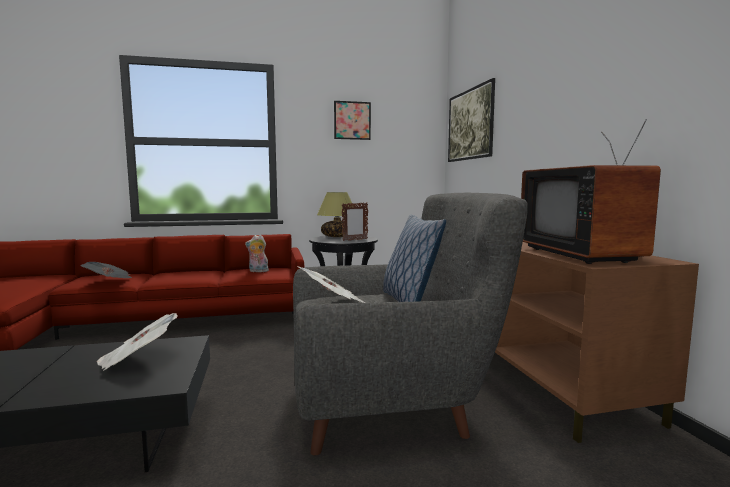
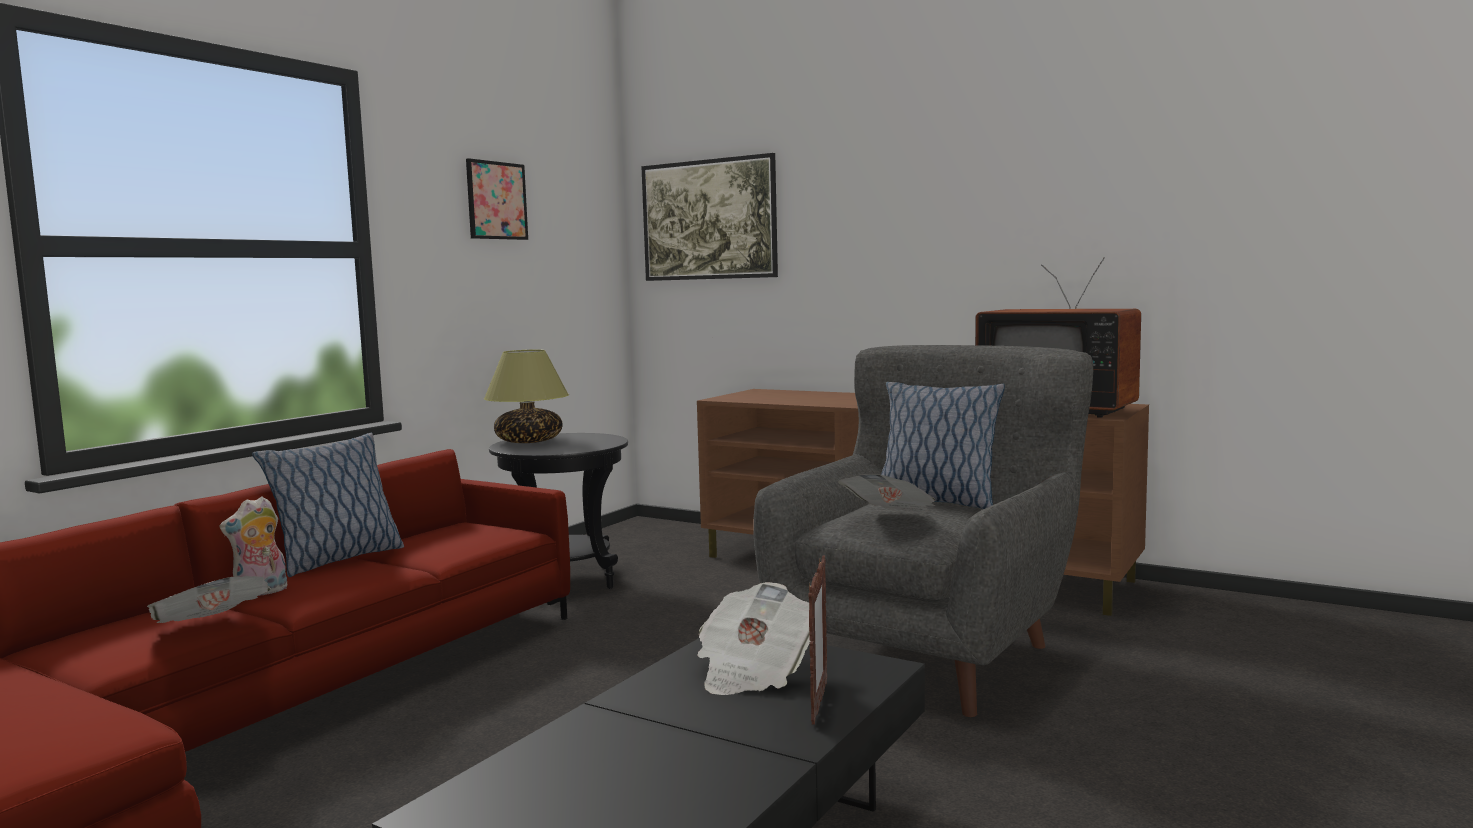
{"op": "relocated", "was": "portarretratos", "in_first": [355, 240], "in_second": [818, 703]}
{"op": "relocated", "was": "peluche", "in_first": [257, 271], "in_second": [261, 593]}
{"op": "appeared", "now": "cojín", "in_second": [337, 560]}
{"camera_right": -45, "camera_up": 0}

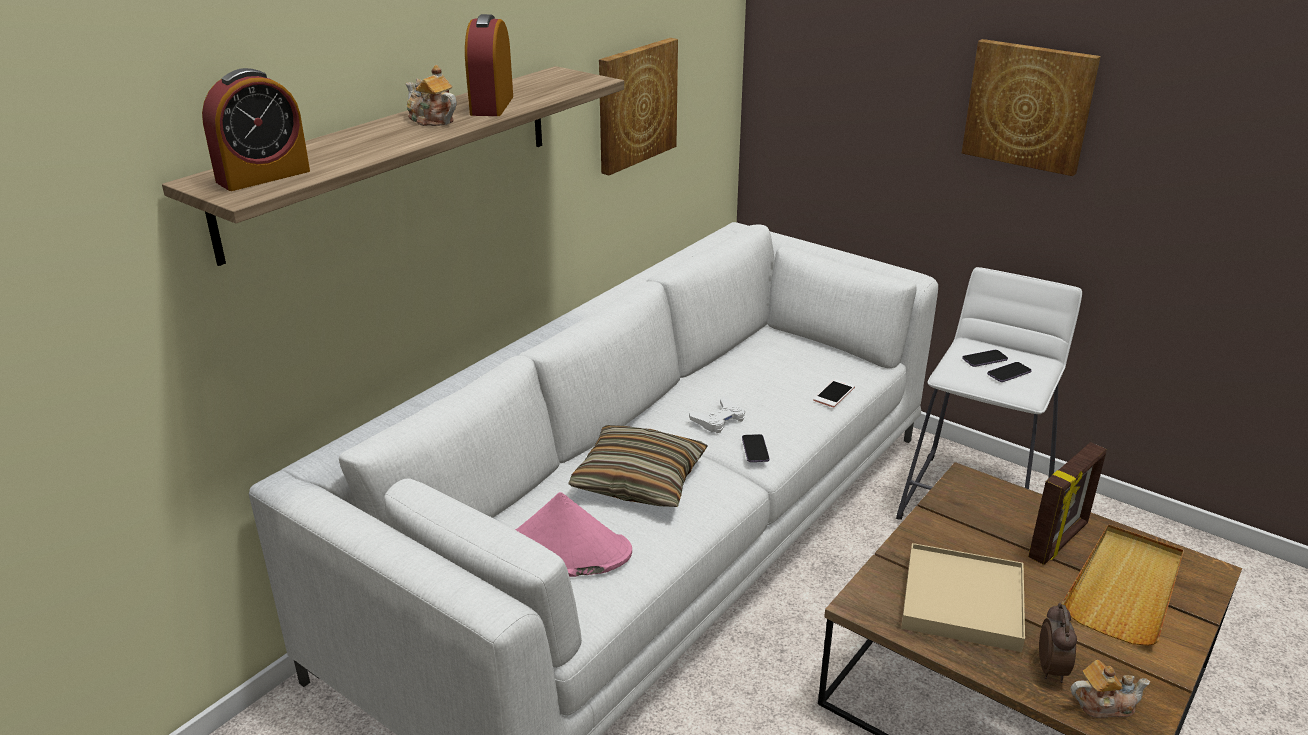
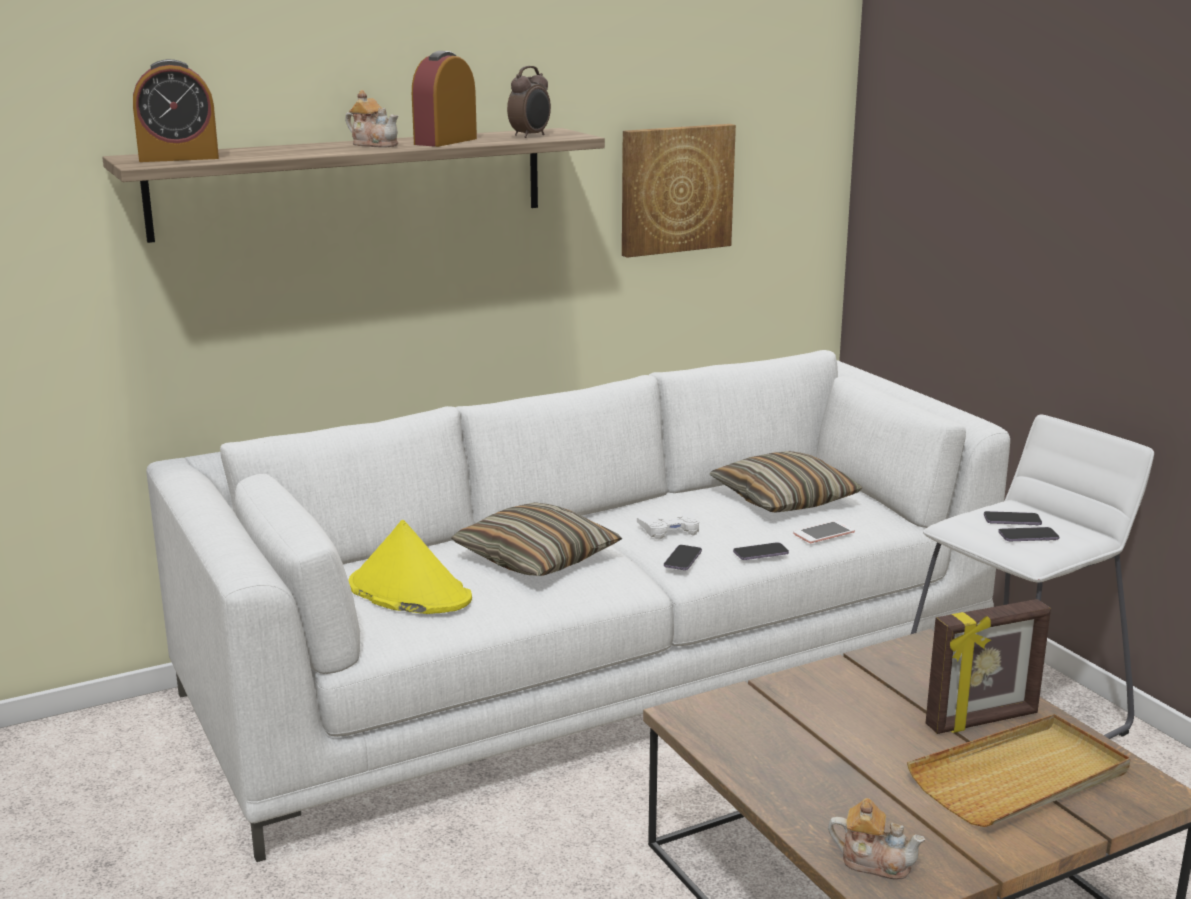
{"op": "missing", "was": "cuadro", "in_first": [1029, 106]}
{"op": "spun", "was": "tetera", "in_first": [431, 120], "in_second": [374, 144], "clockwise": 150}
{"op": "colour", "was": "sombrero/rosa", "now": "sombrero/amarillo", "in_first": [565, 551], "in_second": [408, 592]}
{"op": "missing", "was": "bandeja/beis", "in_first": [962, 601]}
{"op": "relocated", "was": "despertador", "in_first": [1052, 669], "in_second": [530, 136]}
{"op": "appeared", "now": "cojín", "in_second": [784, 499]}
{"op": "appeared", "now": "móvil", "in_second": [760, 553]}
{"camera_right": 25, "camera_up": -10}

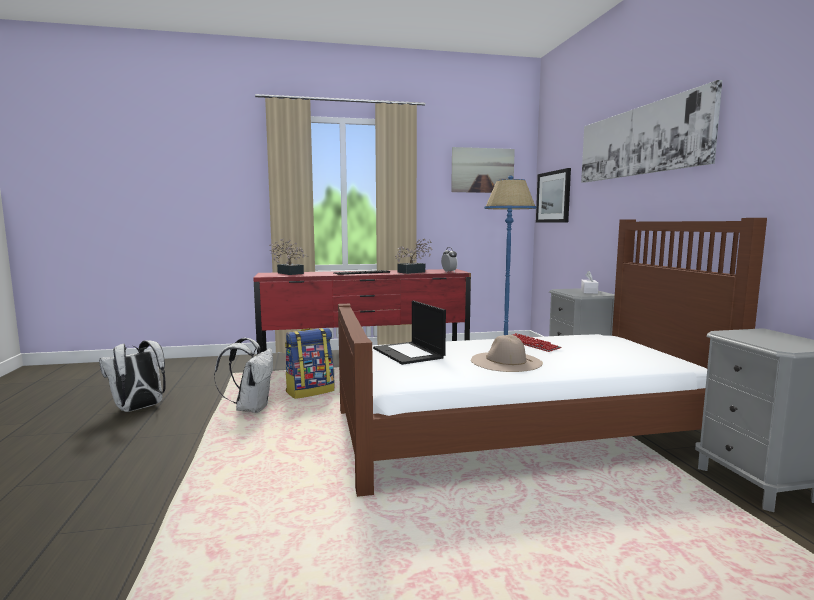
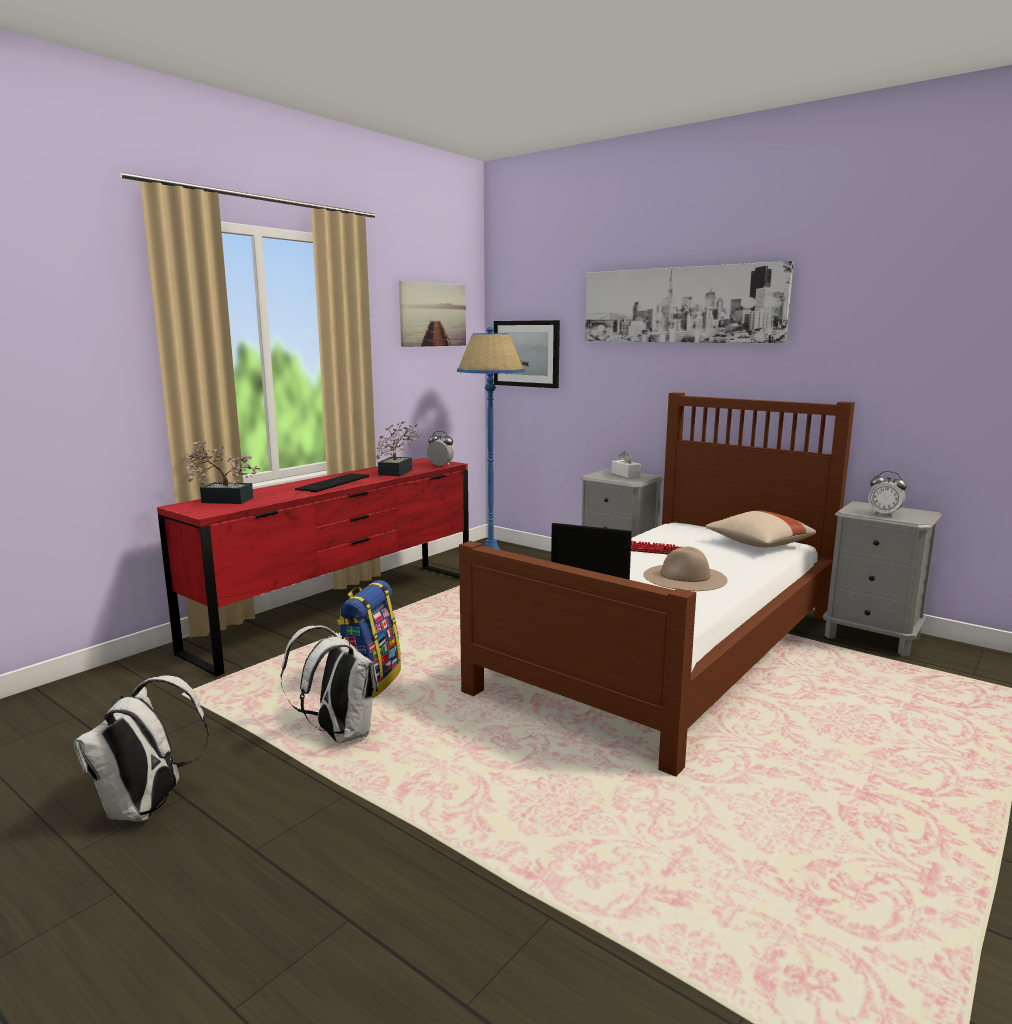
{"op": "appeared", "now": "despertador", "in_second": [884, 514]}
{"op": "appeared", "now": "cojín/beis", "in_second": [758, 544]}
{"camera_right": -40, "camera_up": 5}

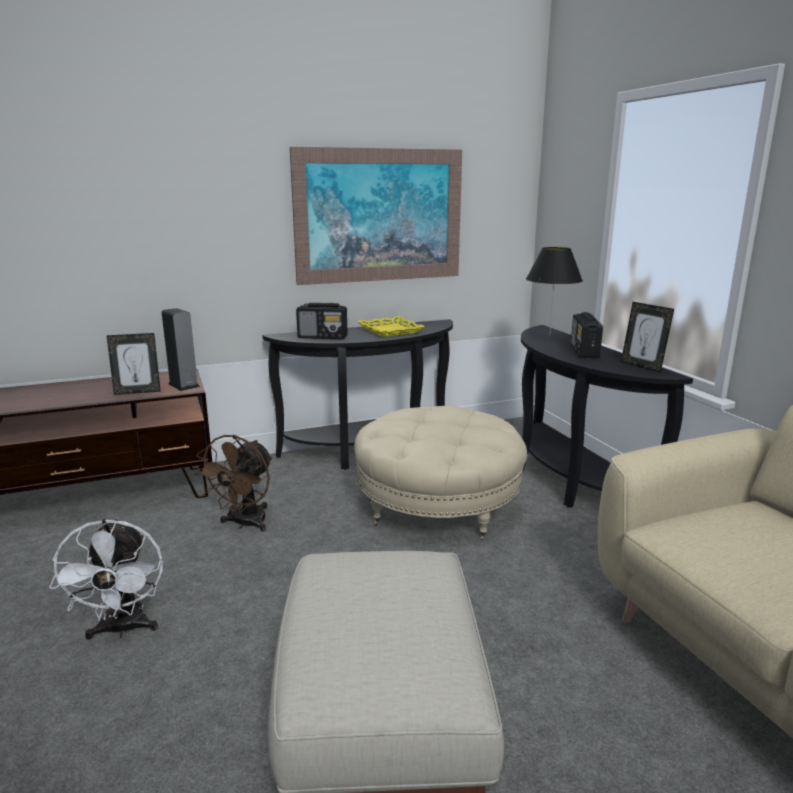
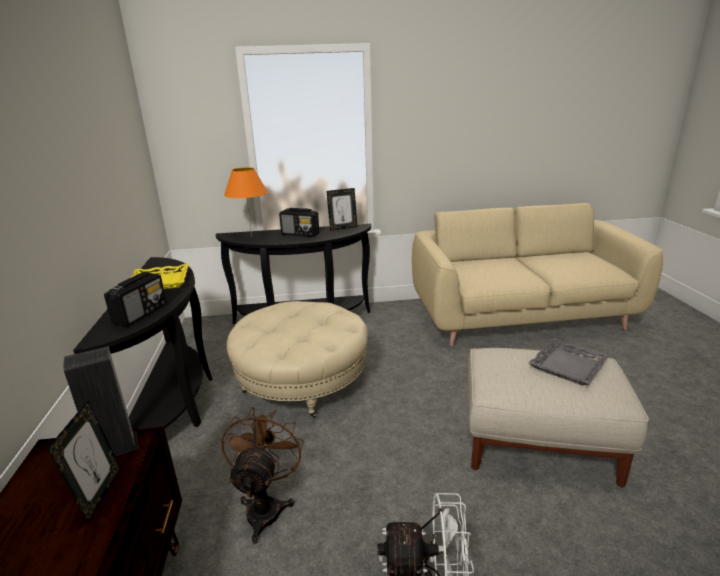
{"op": "missing", "was": "cuadro", "in_first": [380, 216]}
{"op": "colour", "was": "lámpara de mesa/negro", "now": "lámpara de mesa/naranja", "in_first": [549, 336], "in_second": [251, 236]}
{"op": "spun", "was": "ventilador/marrón", "in_first": [245, 524], "in_second": [266, 506], "clockwise": -120}
{"op": "appeared", "now": "bandeja/gris", "in_second": [567, 366]}
{"camera_right": -75, "camera_up": 5}

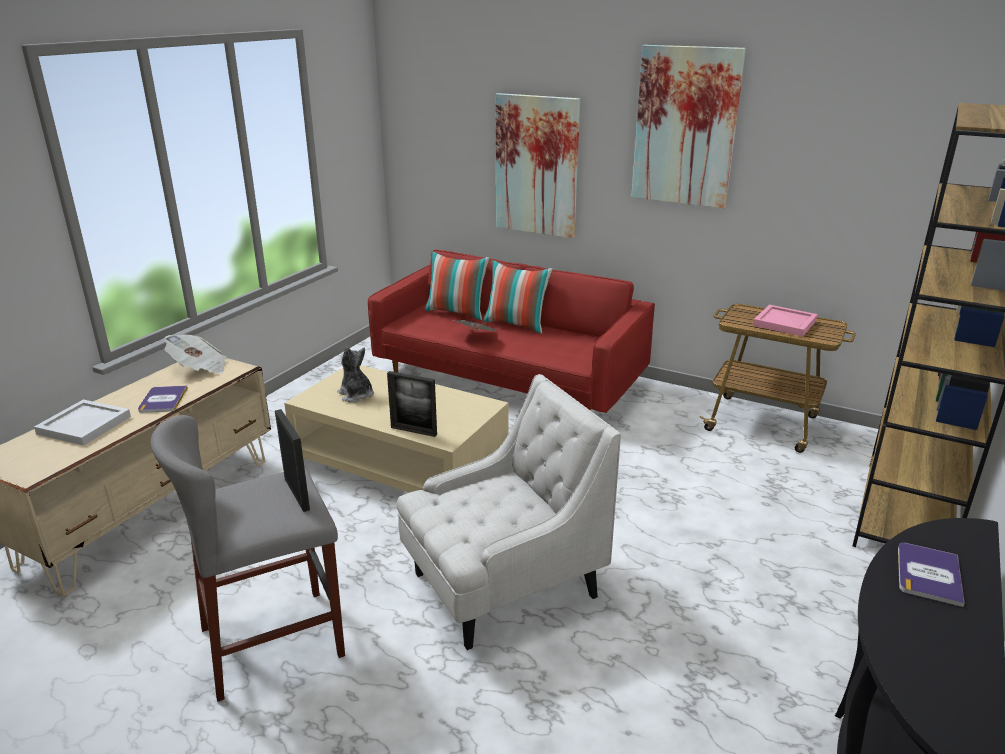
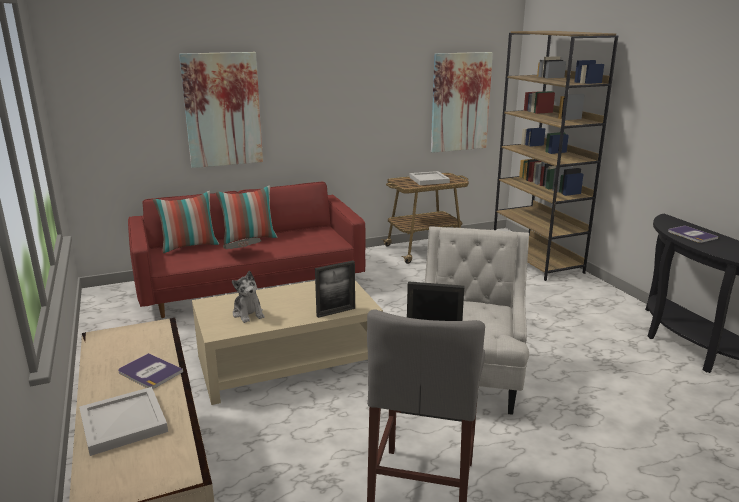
{"op": "relocated", "was": "cuadro", "in_first": [685, 127], "in_second": [460, 102]}
{"op": "colour", "was": "bandeja/rosa", "now": "bandeja/blanco", "in_first": [785, 323], "in_second": [429, 180]}
{"op": "missing", "was": "periódico", "in_first": [200, 368]}
{"op": "spun", "was": "peluche", "in_first": [356, 395], "in_second": [248, 314], "clockwise": -120}
{"camera_right": -50, "camera_up": -5}

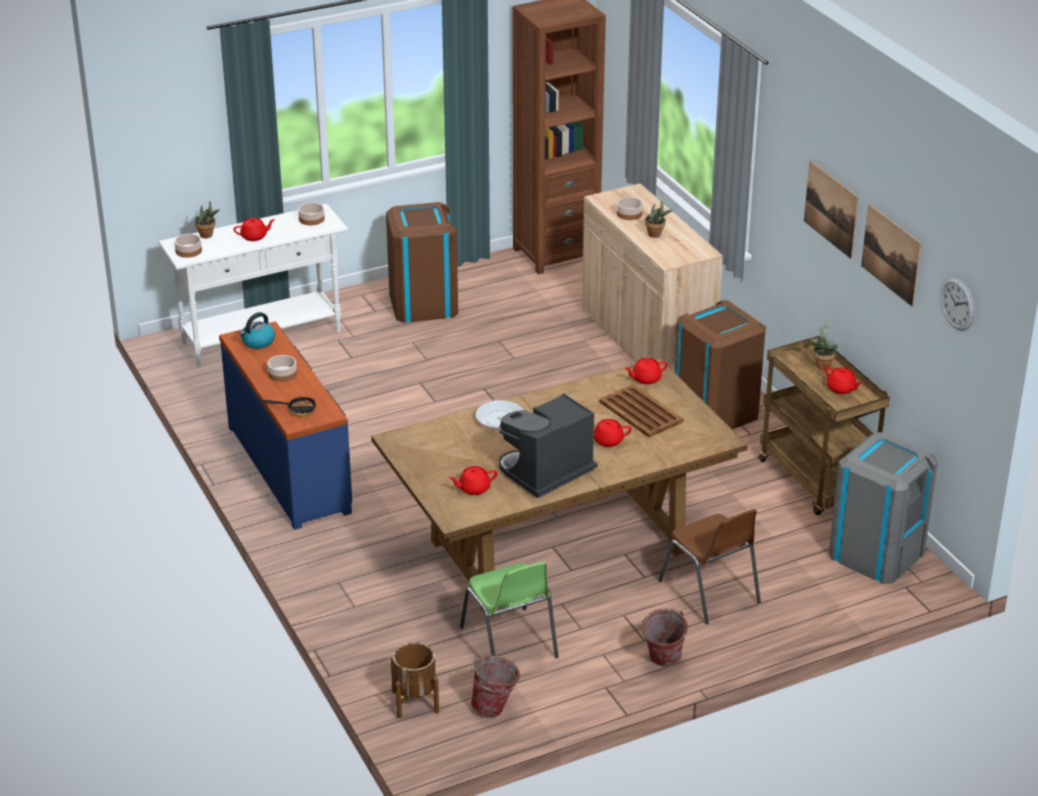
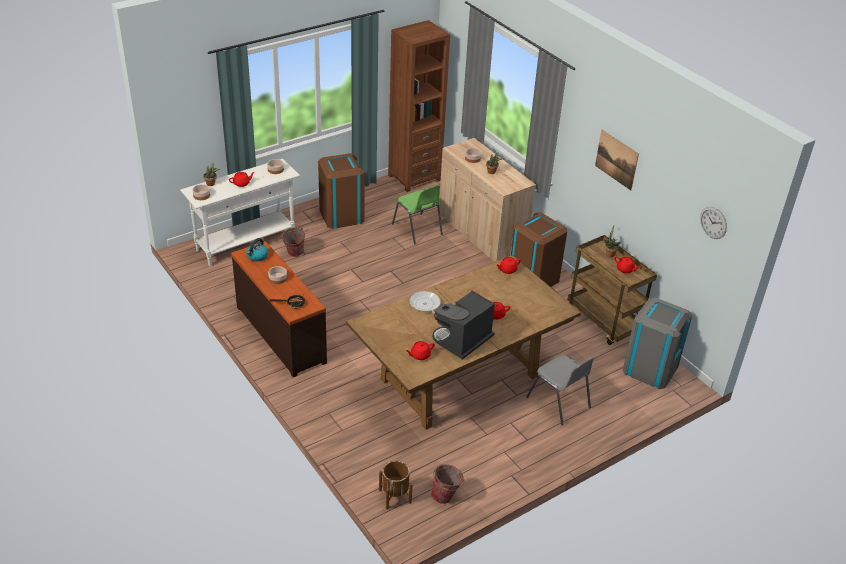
{"op": "missing", "was": "cuadro", "in_first": [891, 254]}
{"op": "colour", "was": "cómoda/azul", "now": "cómoda/marrón", "in_first": [290, 468], "in_second": [282, 334]}
{"op": "missing", "was": "bandeja/marrón", "in_first": [641, 412]}
{"op": "colour", "was": "silla/marrón", "now": "silla/gris", "in_first": [710, 592], "in_second": [559, 403]}
{"op": "relocated", "was": "silla/verde", "in_first": [509, 643], "in_second": [417, 229]}
{"op": "relocated", "was": "cubo", "in_first": [661, 661], "in_second": [293, 254]}
{"camera_right": -10, "camera_up": 5}

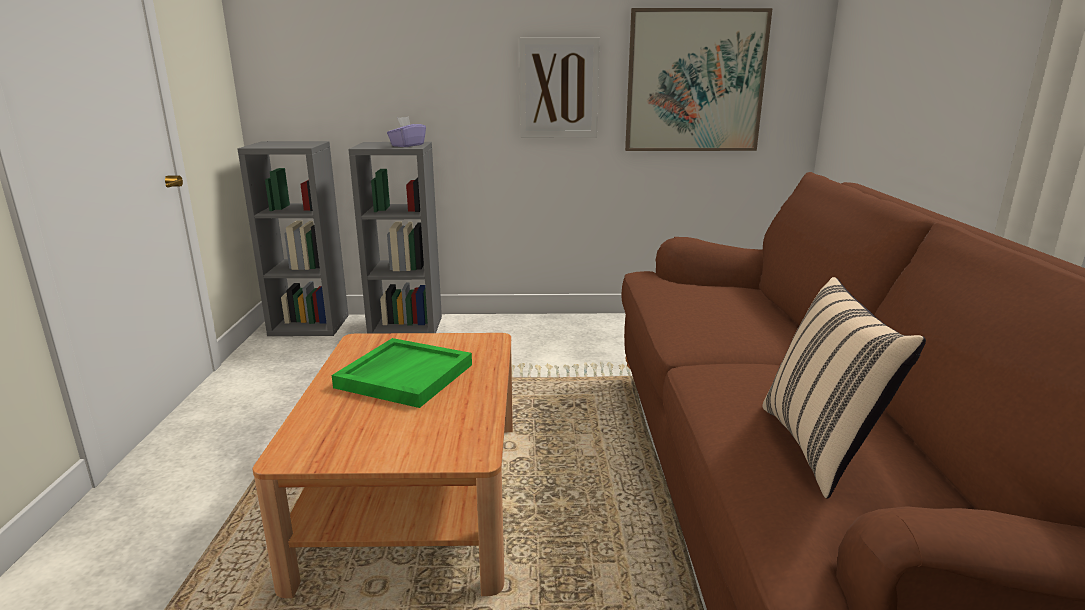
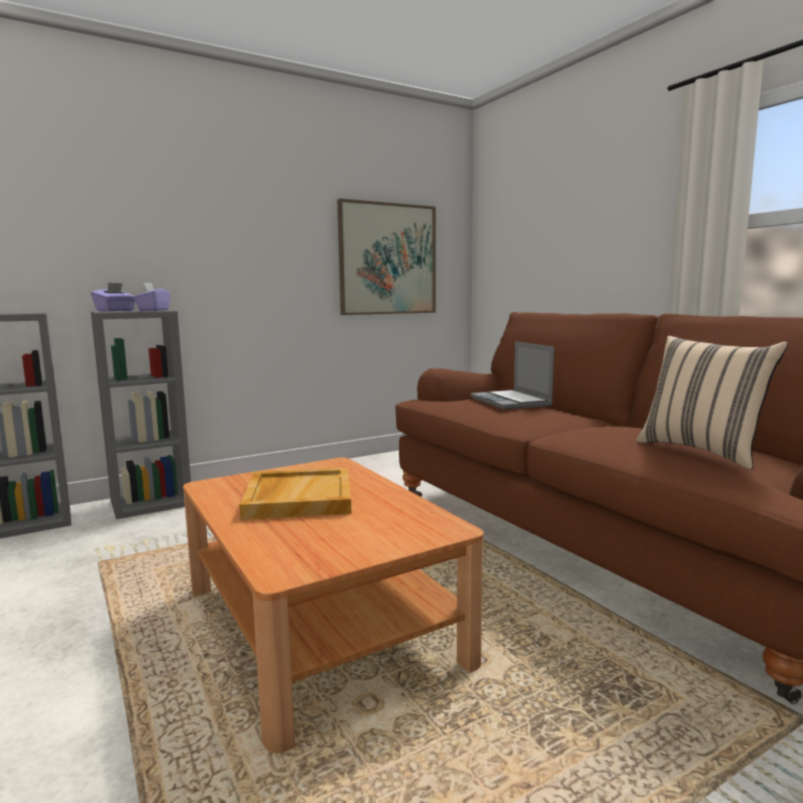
{"op": "missing", "was": "cuadro", "in_first": [558, 88]}
{"op": "colour", "was": "bandeja/verde", "now": "bandeja/beis", "in_first": [404, 375], "in_second": [298, 497]}
{"op": "appeared", "now": "caja de pañuelos/morado", "in_second": [116, 311]}
{"op": "appeared", "now": "portátil", "in_second": [511, 402]}
{"camera_right": -30, "camera_up": -10}

